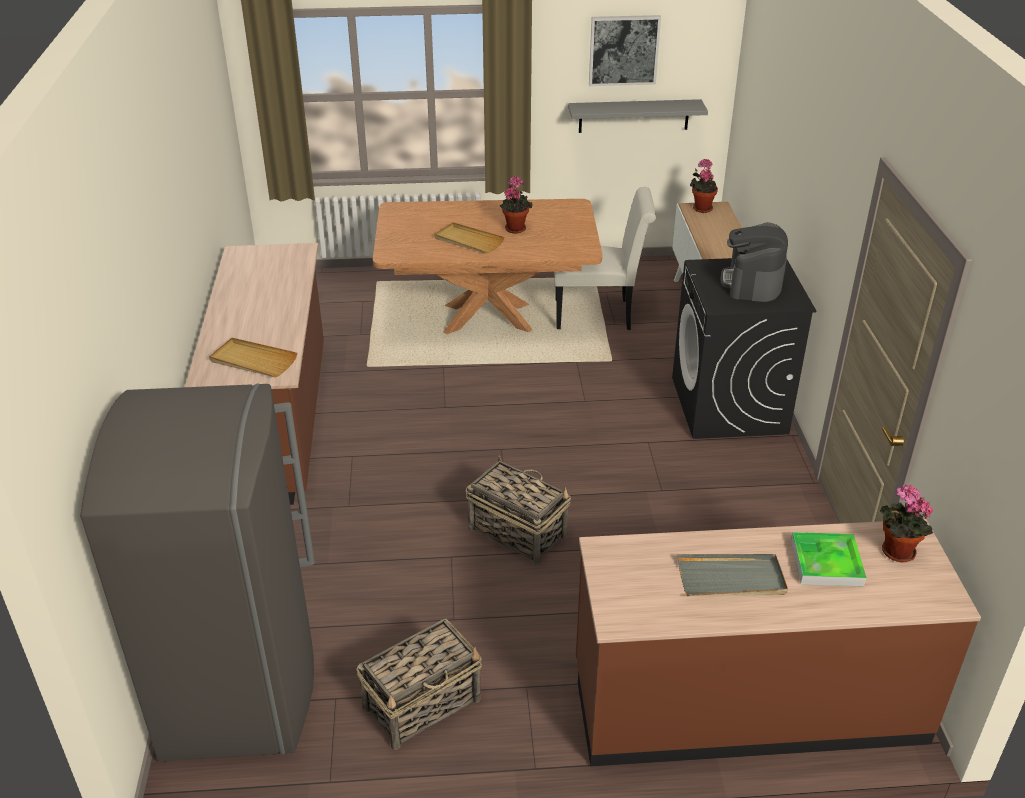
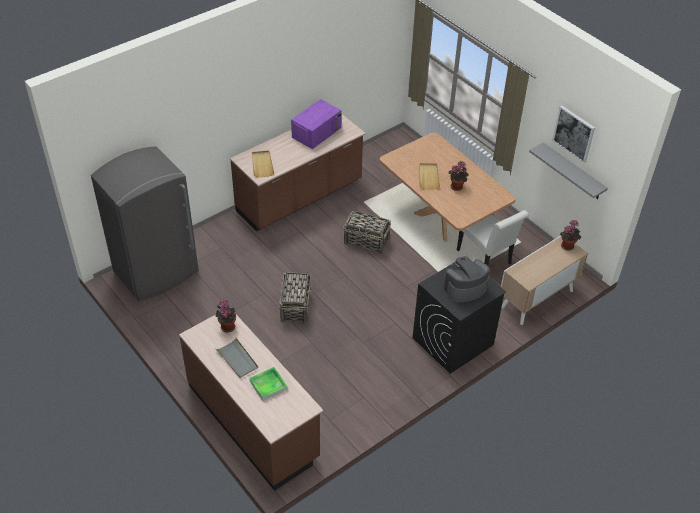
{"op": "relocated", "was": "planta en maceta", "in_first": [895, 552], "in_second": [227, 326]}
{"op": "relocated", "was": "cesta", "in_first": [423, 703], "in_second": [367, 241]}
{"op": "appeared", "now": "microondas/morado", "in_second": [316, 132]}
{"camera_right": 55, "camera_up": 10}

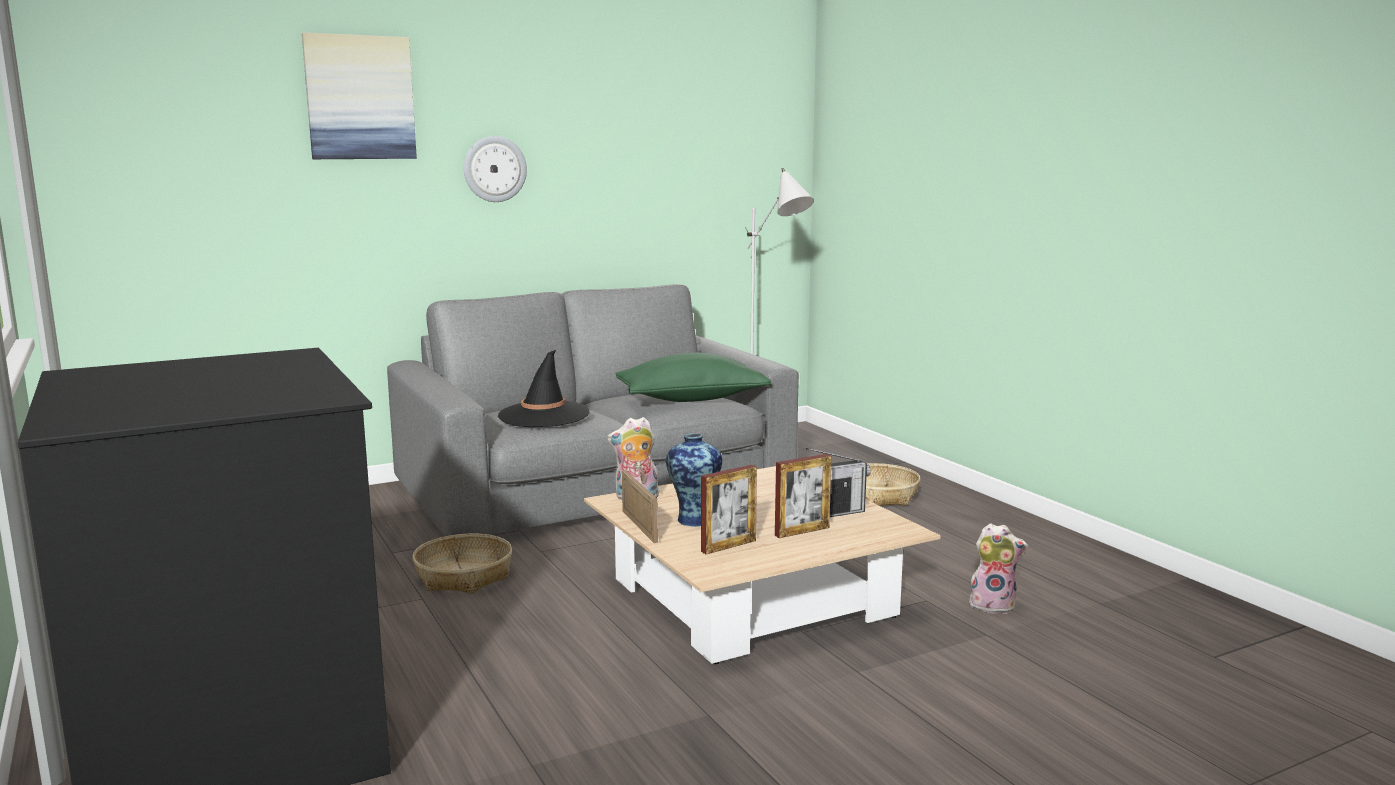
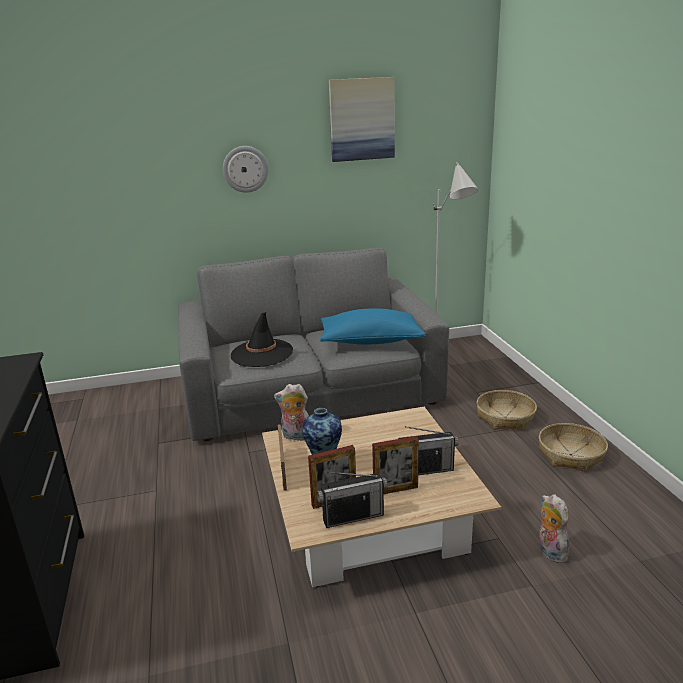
{"op": "relocated", "was": "cuadro", "in_first": [360, 98], "in_second": [362, 119]}
{"op": "colour", "was": "cojín/verde", "now": "cojín/azul", "in_first": [692, 399], "in_second": [371, 341]}
{"op": "spun", "was": "peluche", "in_first": [993, 605], "in_second": [549, 551], "clockwise": -135}
{"op": "relocated", "was": "cesta", "in_first": [464, 576], "in_second": [571, 455]}
{"op": "appeared", "now": "radio", "in_second": [353, 517]}
{"camera_right": 15, "camera_up": 10}

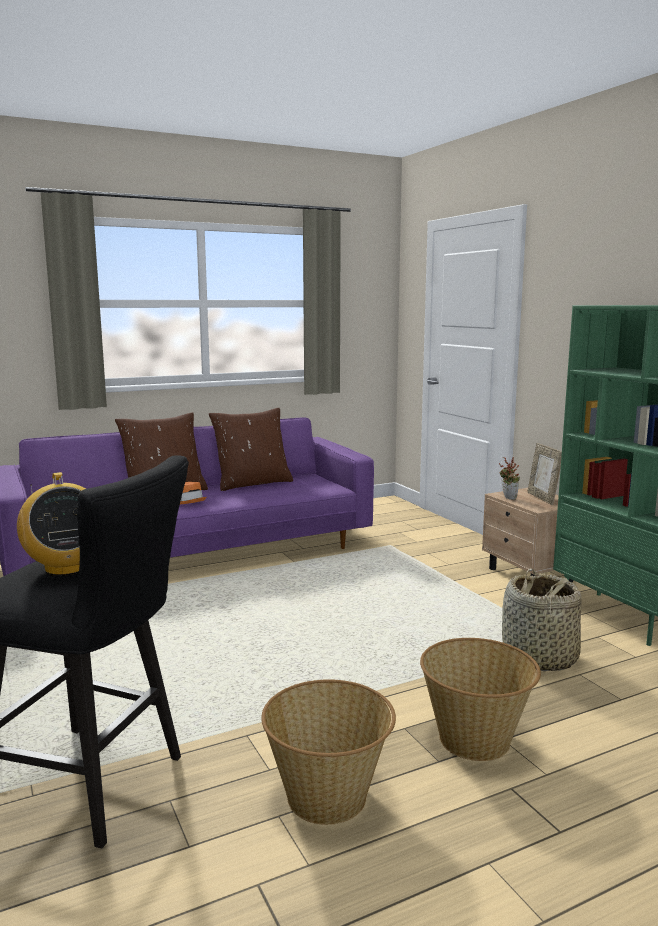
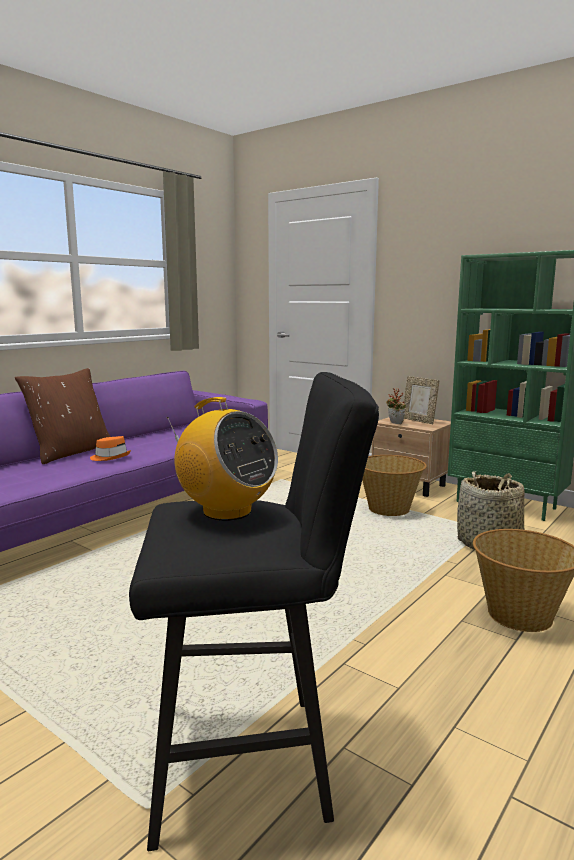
{"op": "missing", "was": "cojín/marrón", "in_first": [252, 483]}
{"op": "relocated", "was": "cesta", "in_first": [328, 796], "in_second": [389, 509]}
{"camera_right": -25, "camera_up": 0}

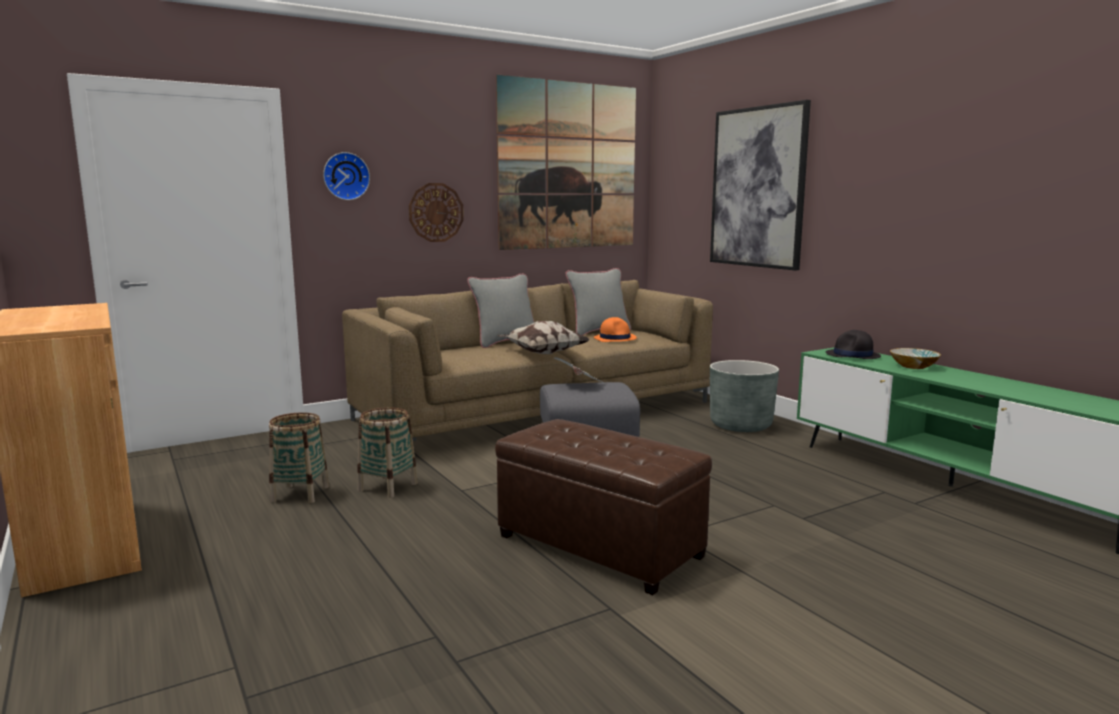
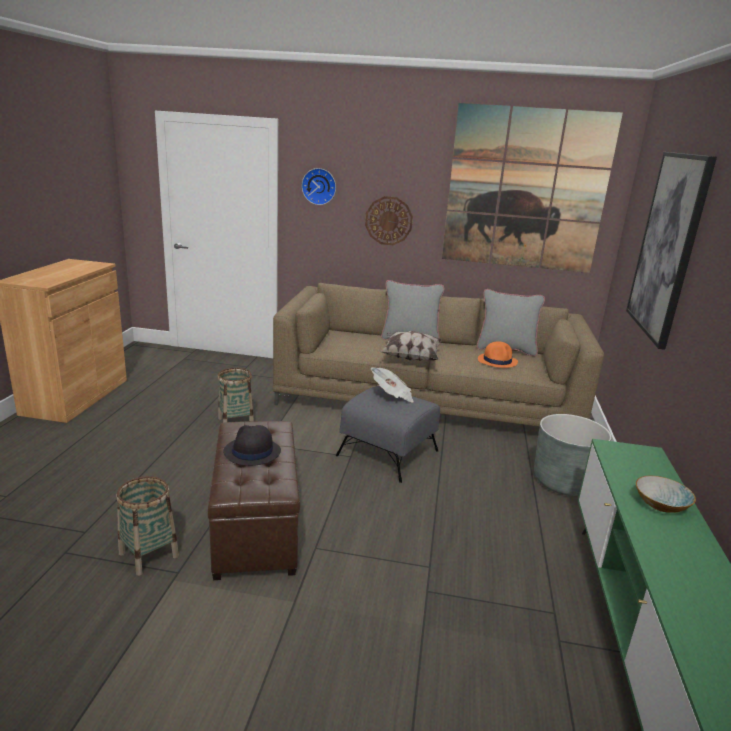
{"op": "relocated", "was": "sombrero/negro", "in_first": [853, 355], "in_second": [251, 452]}
{"op": "relocated", "was": "cesta", "in_first": [300, 494], "in_second": [148, 555]}
{"camera_right": 40, "camera_up": 10}

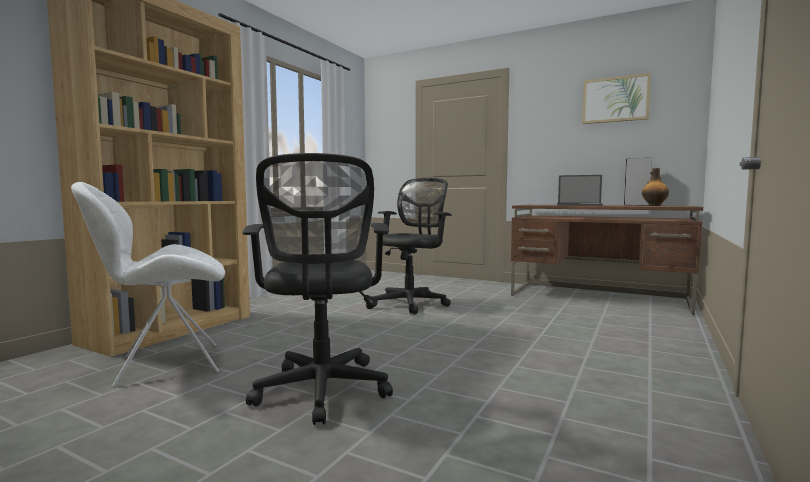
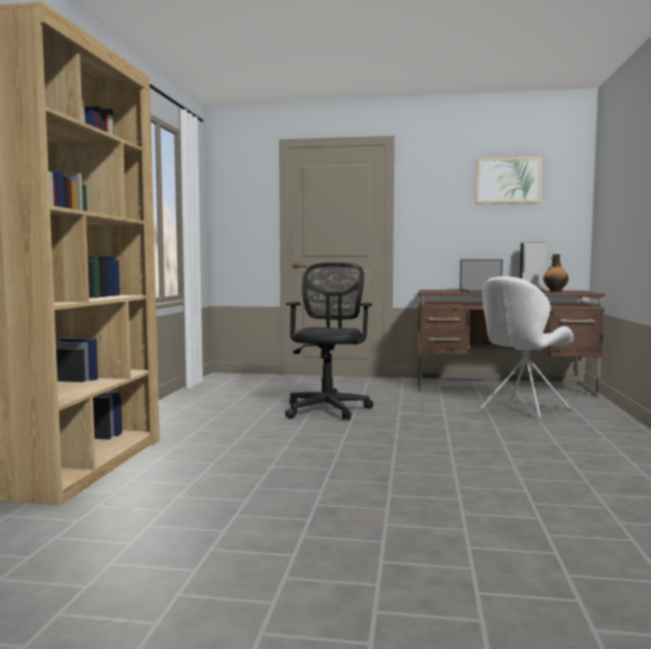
{"op": "missing", "was": "silla de oficina/negro", "in_first": [322, 392]}
{"op": "relocated", "was": "silla/blanco", "in_first": [164, 364], "in_second": [522, 409]}
{"camera_right": -20, "camera_up": 0}

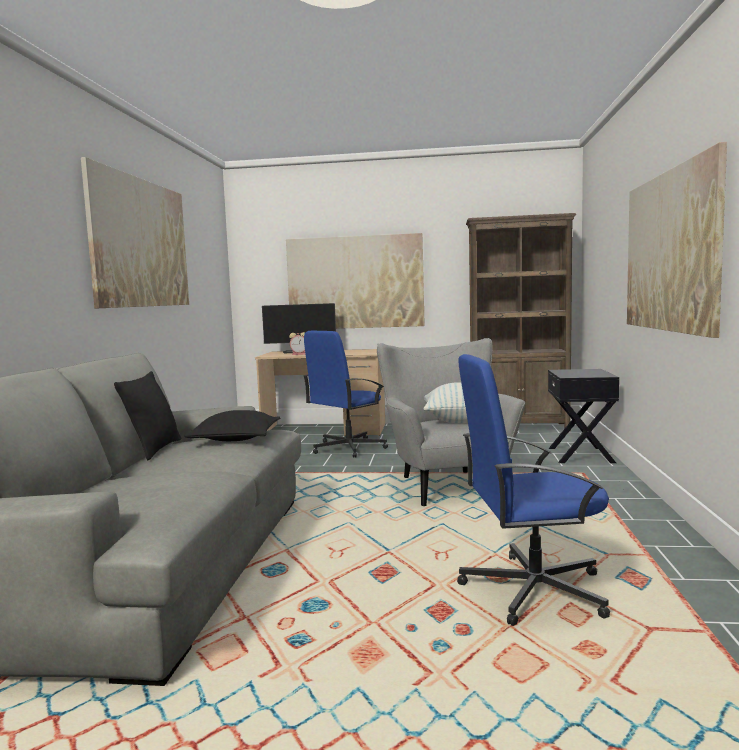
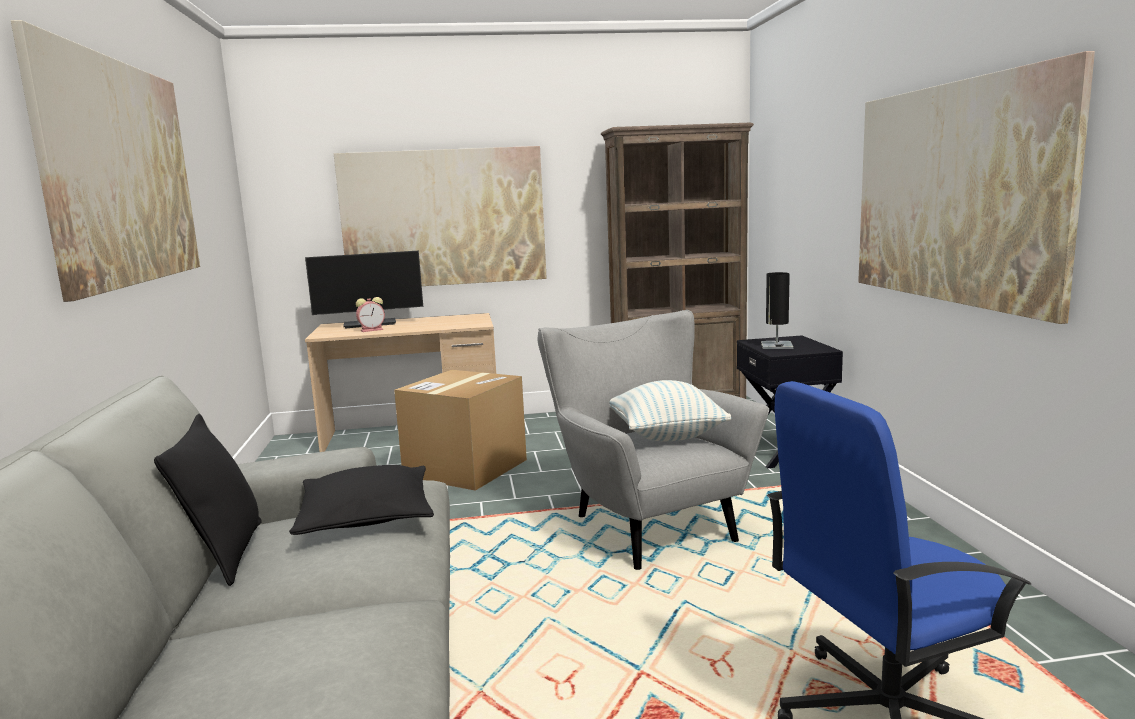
{"op": "exchanged", "was": "silla de oficina/azul", "now": "caja de cartón", "in_first": [347, 448], "in_second": [465, 468]}
{"op": "appeared", "now": "lámpara de mesa/negro", "in_second": [776, 346]}
{"camera_right": -15, "camera_up": 5}

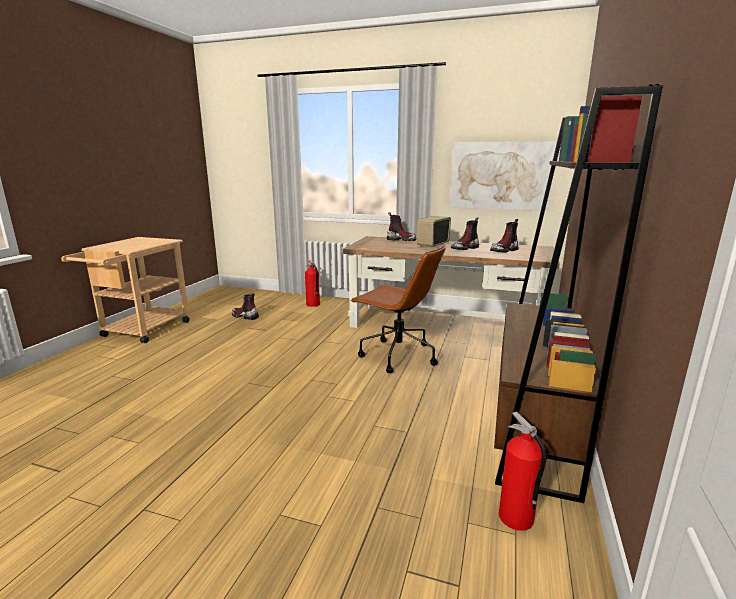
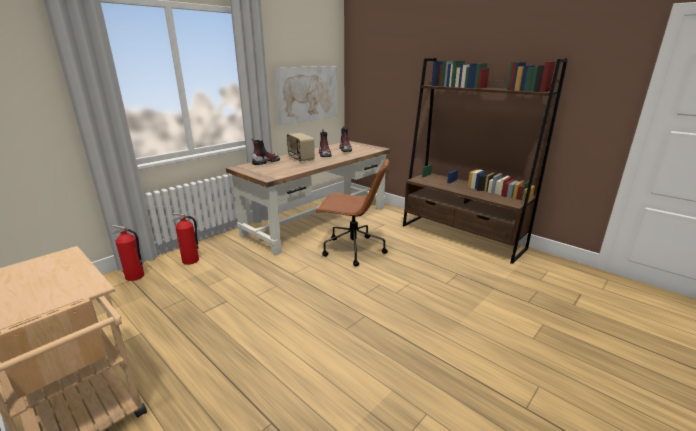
{"op": "spun", "was": "silla de oficina/marrón", "in_first": [397, 355], "in_second": [352, 250], "clockwise": 45}
{"op": "missing", "was": "bota", "in_first": [245, 316]}
{"op": "relocated", "was": "extintor", "in_first": [515, 518], "in_second": [135, 276]}
{"camera_right": -65, "camera_up": 5}

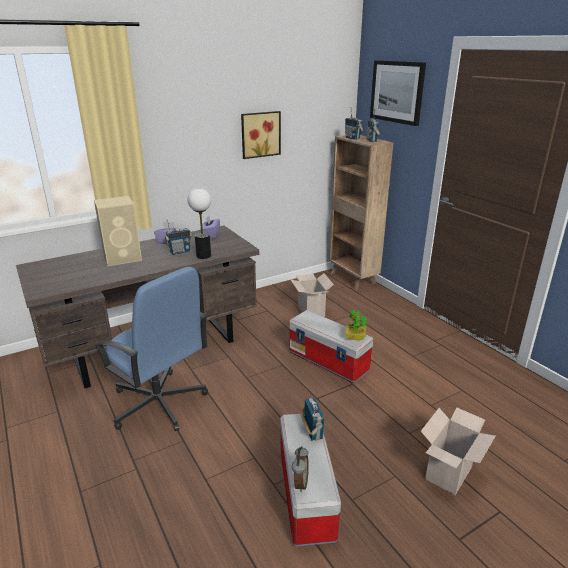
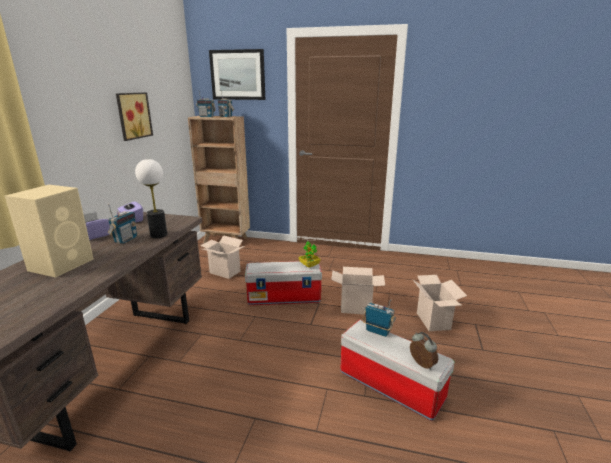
{"op": "missing", "was": "silla de oficina/azul", "in_first": [159, 403]}
{"op": "appeared", "now": "caja de cartón", "in_second": [357, 307]}
{"camera_right": -45, "camera_up": -5}

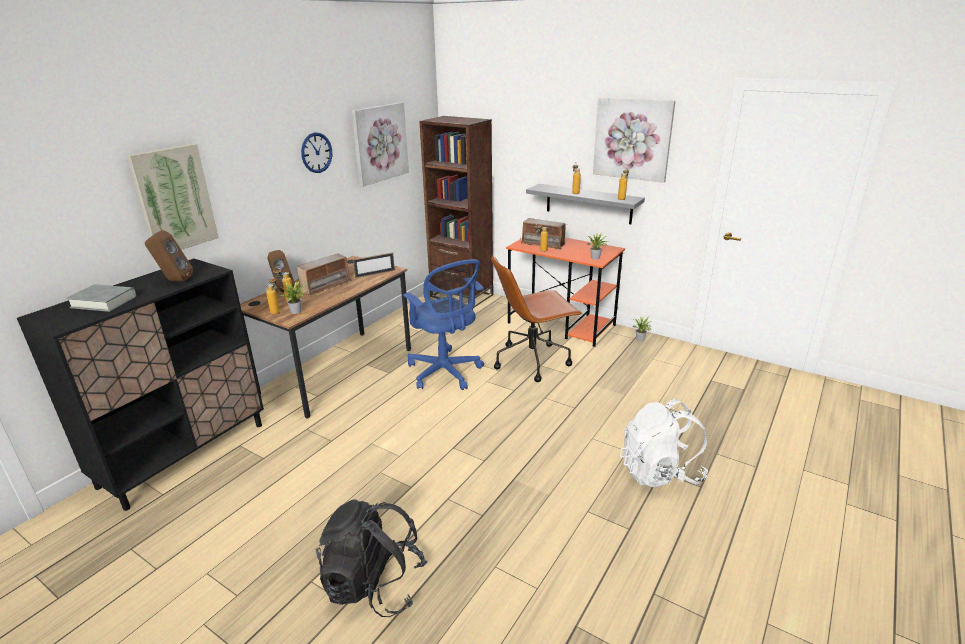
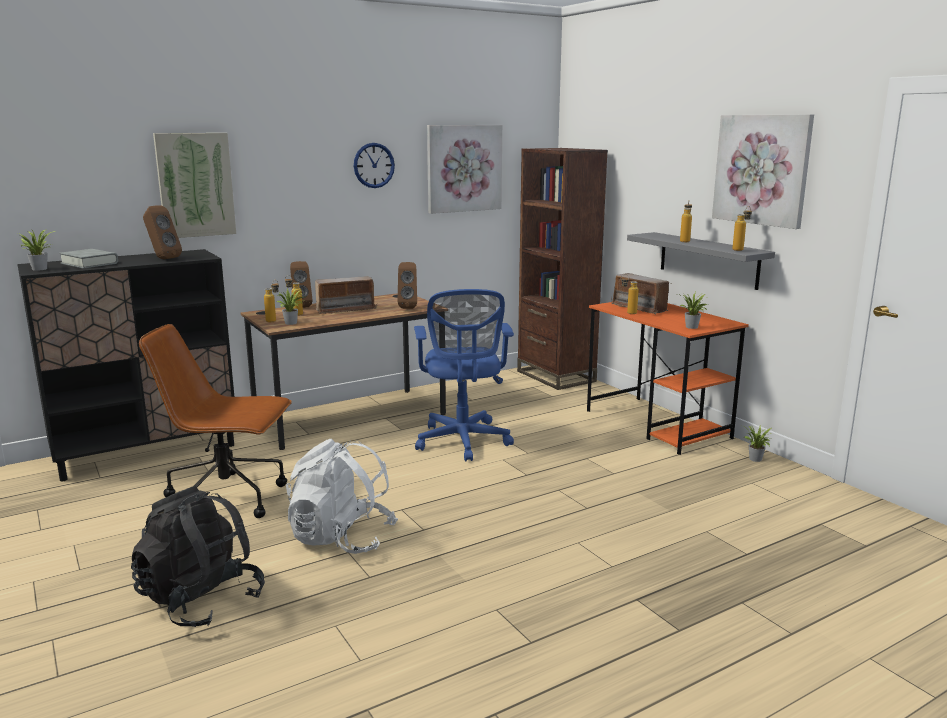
{"op": "exchanged", "was": "portarretratos", "now": "altavoz/marrón", "in_first": [375, 273], "in_second": [408, 307]}
{"op": "relocated", "was": "silla de oficina/marrón", "in_first": [533, 360], "in_second": [228, 499]}
{"op": "relocated", "was": "mochila/blanco", "in_first": [660, 472], "in_second": [342, 538]}
{"op": "appeared", "now": "planta en maceta", "in_second": [39, 269]}
{"camera_right": 25, "camera_up": -10}

